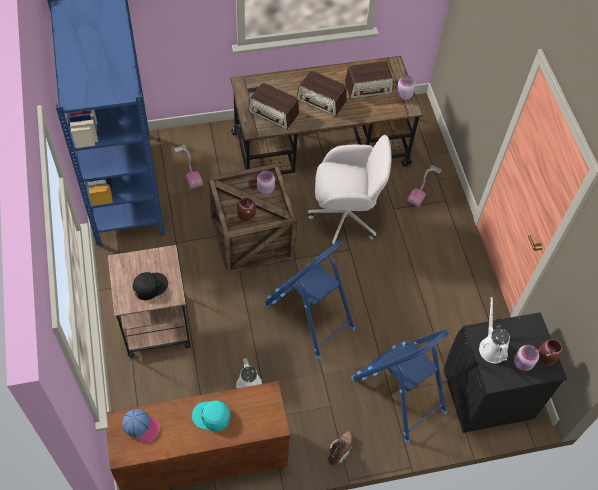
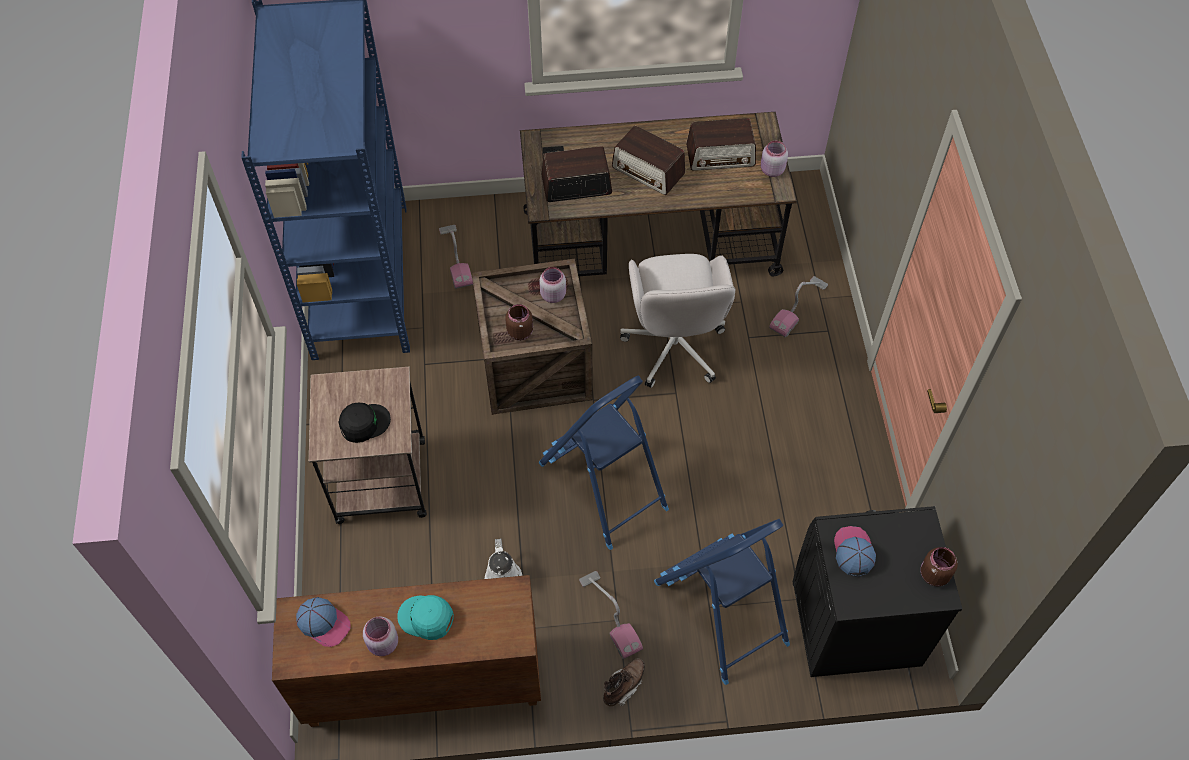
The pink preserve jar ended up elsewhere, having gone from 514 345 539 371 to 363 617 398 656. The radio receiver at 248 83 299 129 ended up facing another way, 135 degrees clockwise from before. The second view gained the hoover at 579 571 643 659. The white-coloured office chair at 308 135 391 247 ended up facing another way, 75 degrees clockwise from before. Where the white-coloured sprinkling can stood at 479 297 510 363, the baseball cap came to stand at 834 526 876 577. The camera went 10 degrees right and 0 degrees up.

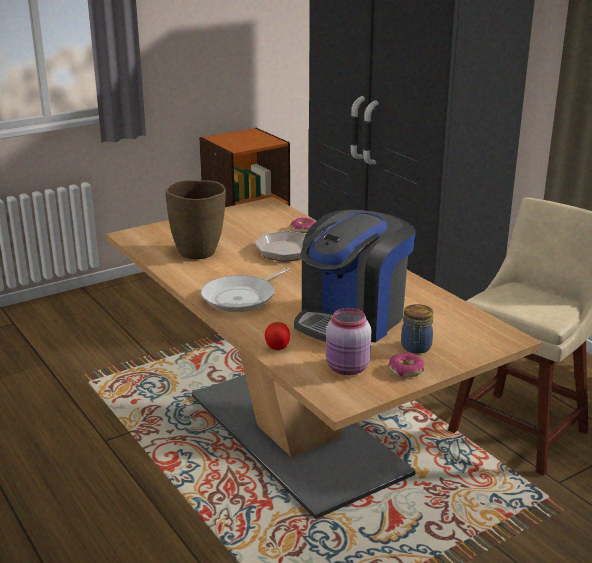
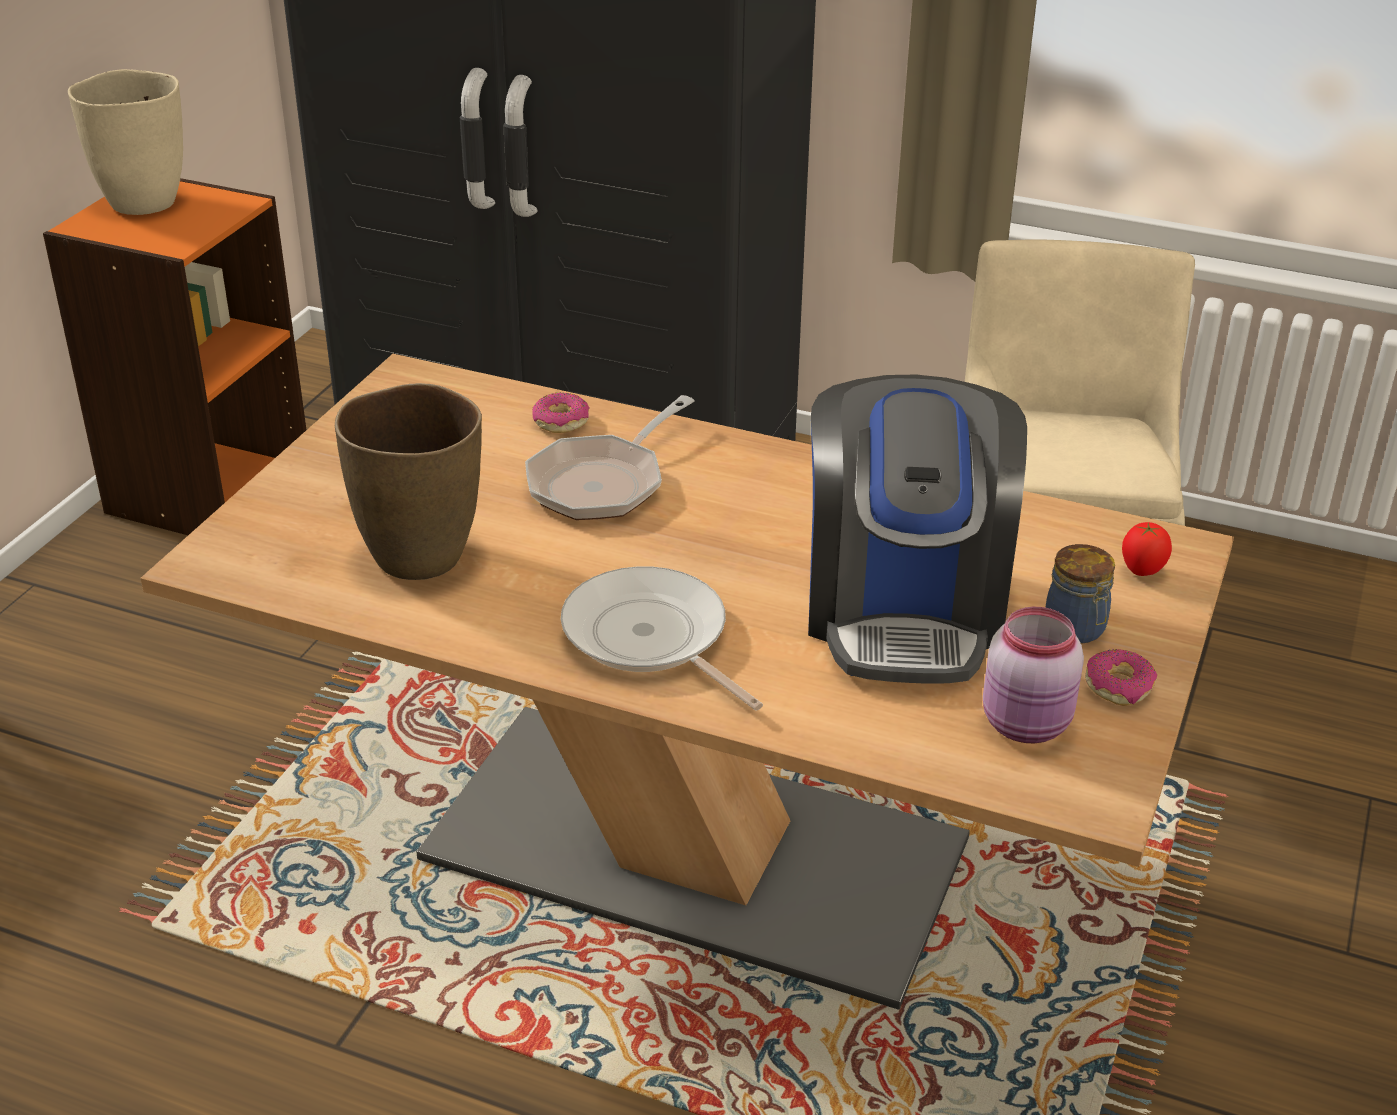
The second view gained the beige-coloured flower vase at 68 69 183 215. The skillet at 201 267 290 312 ended up facing another way, 135 degrees clockwise from before. The fresh tomato ended up elsewhere, having gone from 265 322 290 350 to 1122 522 1172 576. The camera went 35 degrees left and 10 degrees up.

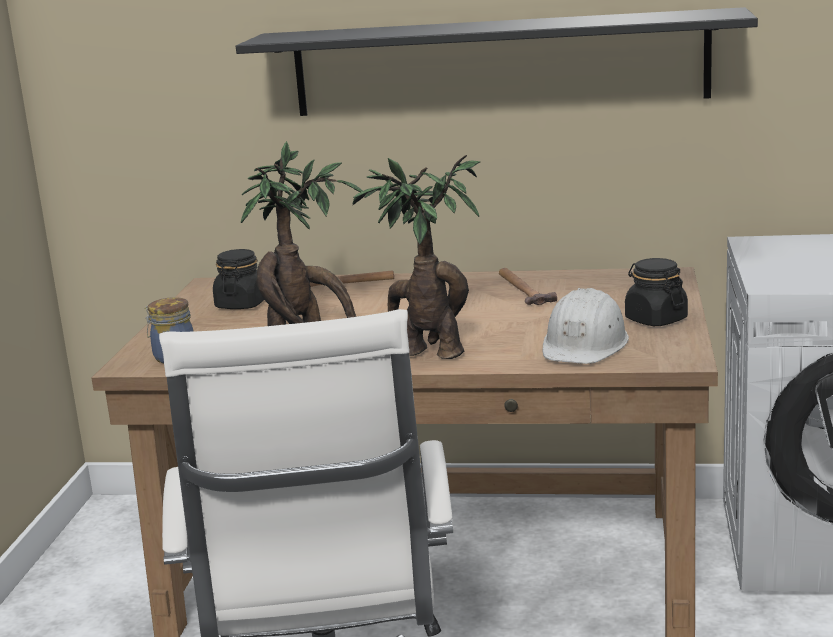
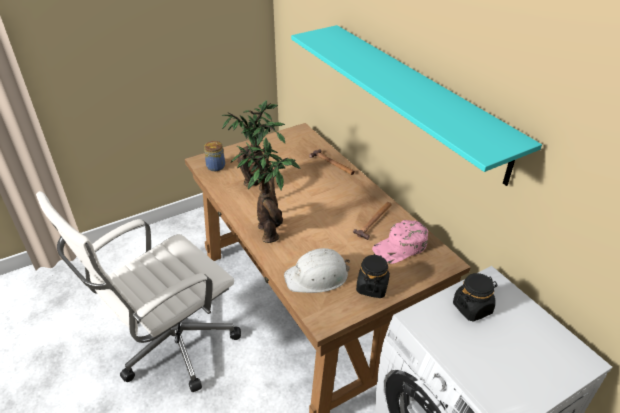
What was the black shelf at 236 7 758 116 turned into the blue-green shelf at 291 25 542 186. The second view gained the pink baseball cap at 372 220 428 264. The black preserve jar ended up elsewhere, having gone from 213 249 264 309 to 453 273 497 322. The camera went 50 degrees right and 20 degrees up.

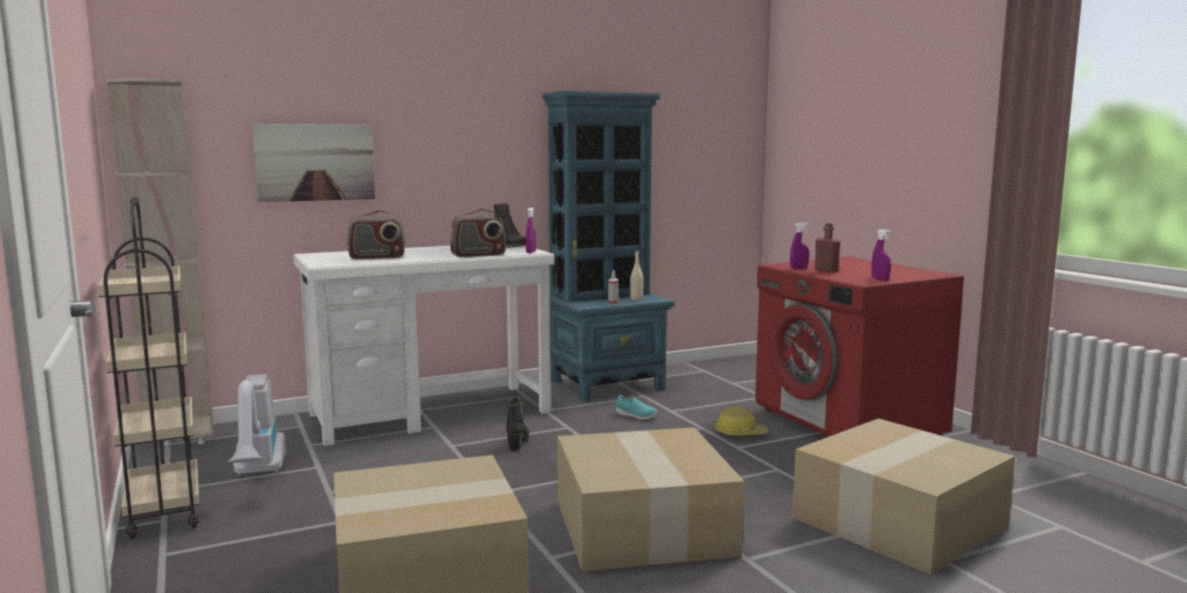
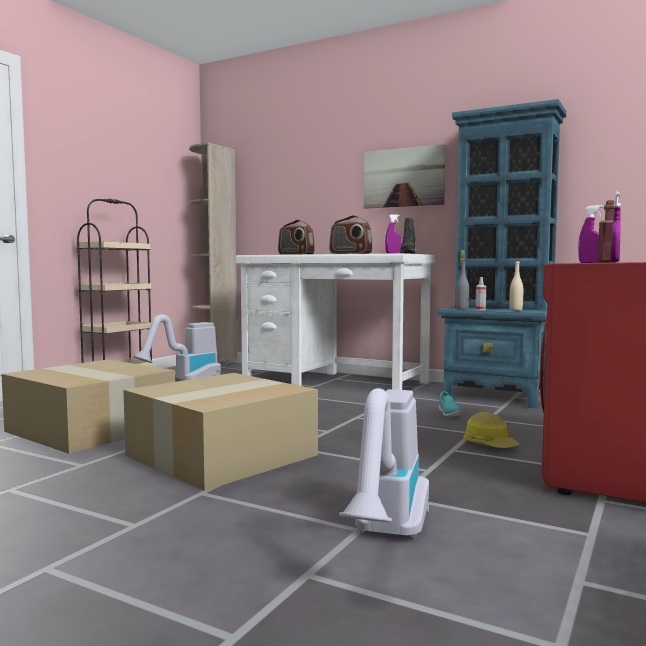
Where the carton stood at 792 418 1015 575, the hoover came to stand at 339 388 429 539. The wall picture ended up elsewhere, having gone from 253 124 375 202 to 364 144 446 209. The second view gained the gray beverage bottle at 456 261 469 310. The second view lost the black high-top boot at 506 396 529 451. The camera went 55 degrees right and 5 degrees down.

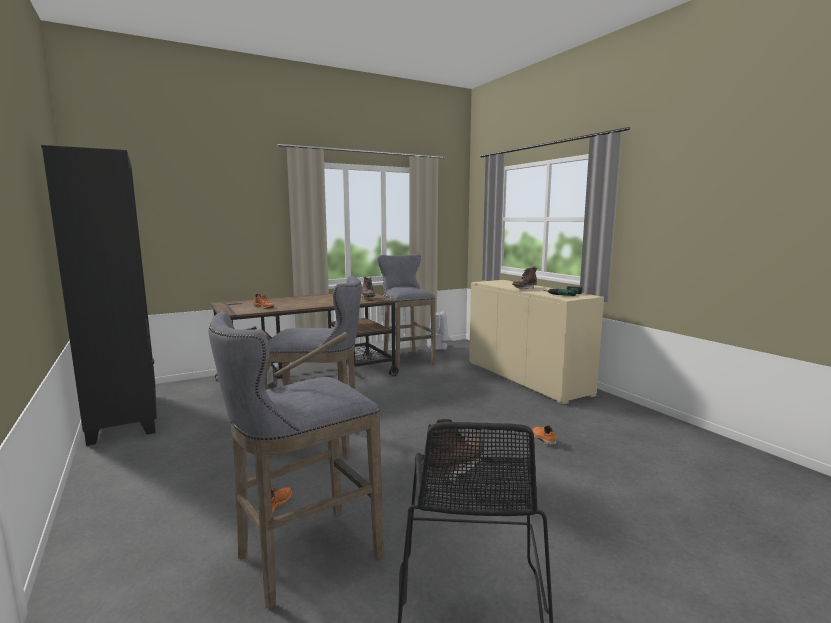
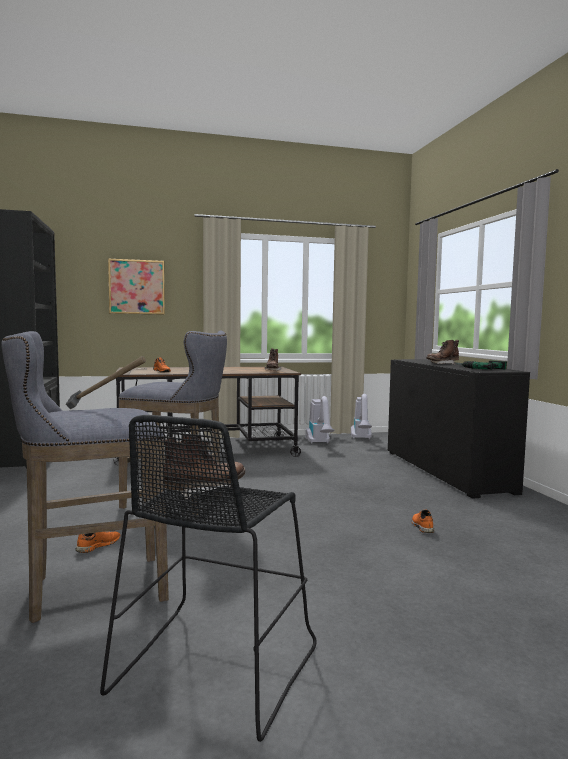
The second view gained the wall picture at 108 259 165 315. Where the gray sitting stool stood at 378 254 436 369, the hoover came to stand at 305 396 335 444. What was the beige-coloured cupboard at 469 280 604 404 turned into the black cupboard at 388 359 530 499. The camera went 15 degrees right and 5 degrees down.

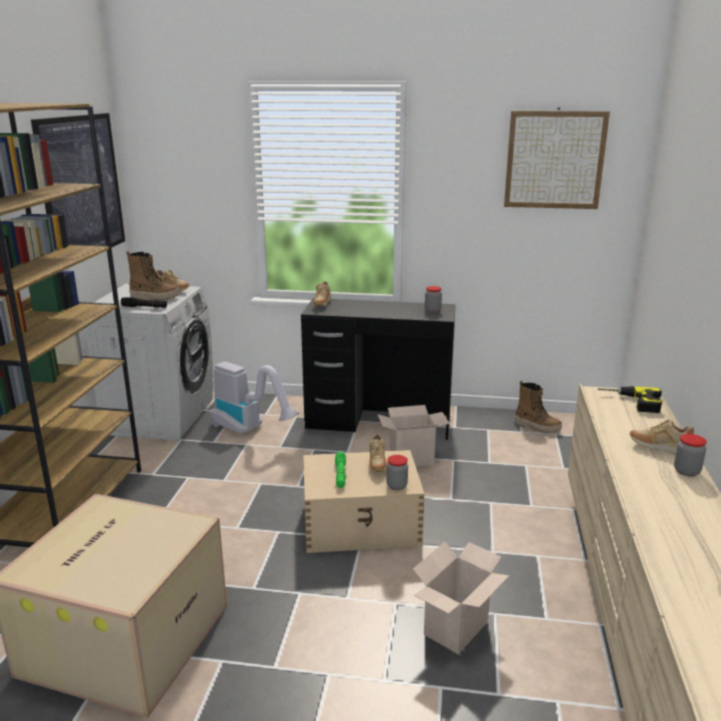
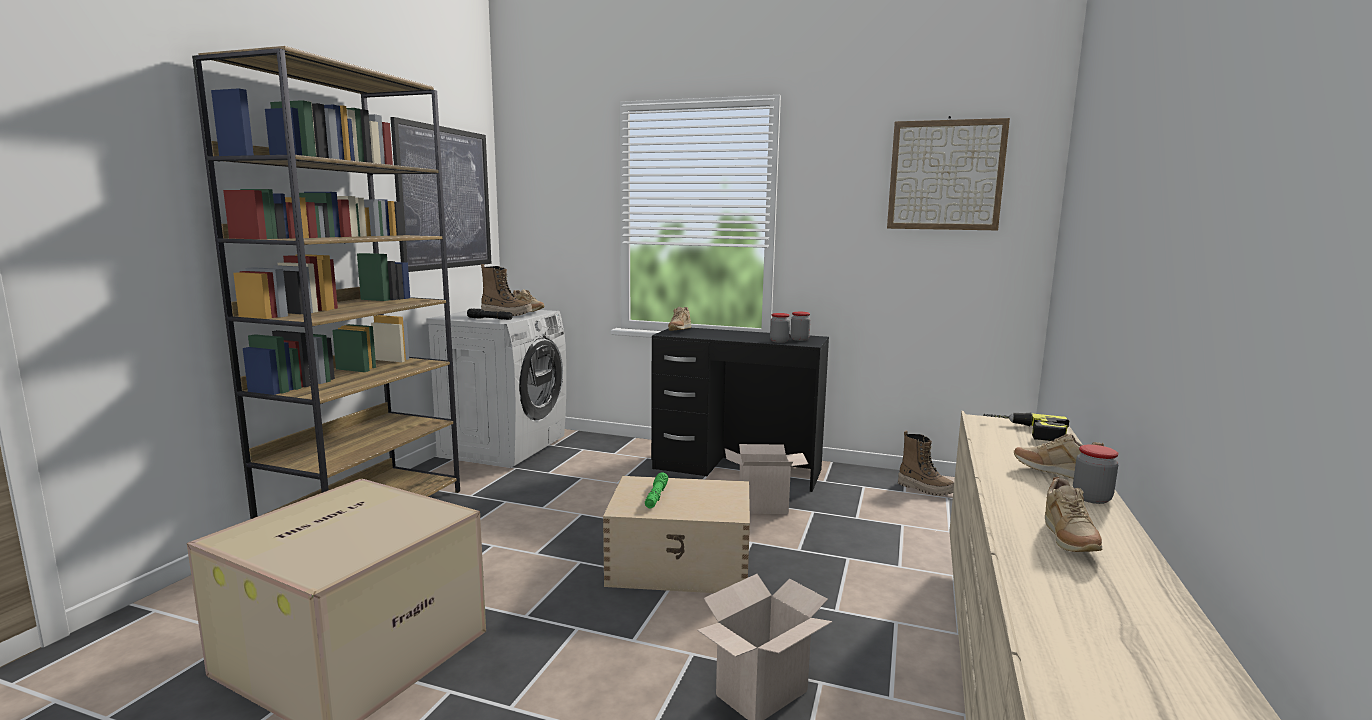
The preserve jar ended up elsewhere, having gone from 386 455 408 490 to 770 313 790 343. The beige-coloured item of footwear ended up elsewhere, having gone from 369 433 387 472 to 1045 477 1102 552. The second view lost the hoover at 211 362 299 435. The camera went 10 degrees right and 10 degrees down.

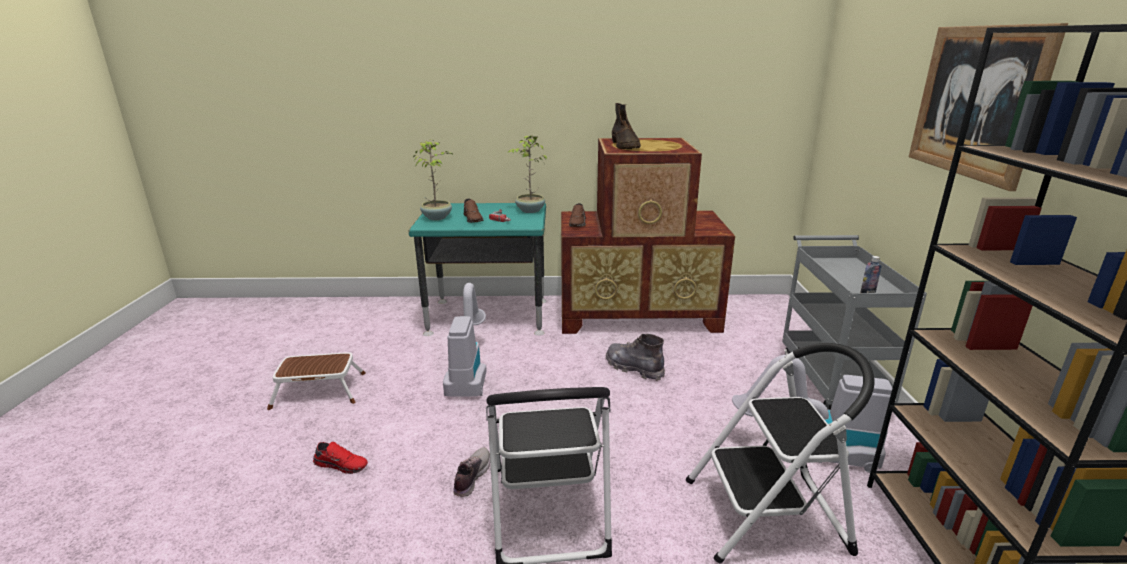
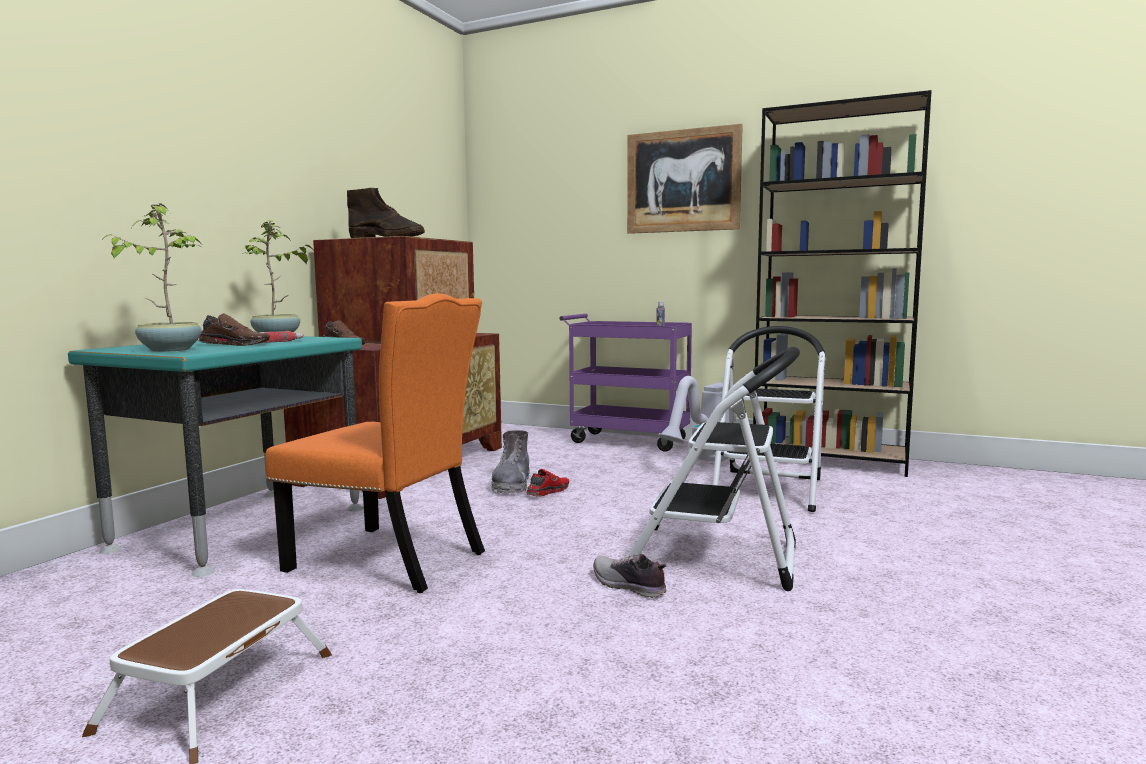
Where the hoover stood at 443 283 487 397, the orange upright chair came to stand at 265 293 485 593. The gray high-top boot at 606 334 665 381 ended up facing another way, 60 degrees counterclockwise from before. The red item of footwear ended up elsewhere, having gone from 313 442 368 474 to 526 469 569 497. What was the gray trolley at 782 235 927 410 turned into the purple trolley at 559 314 692 452. The camera went 65 degrees left and 15 degrees down.

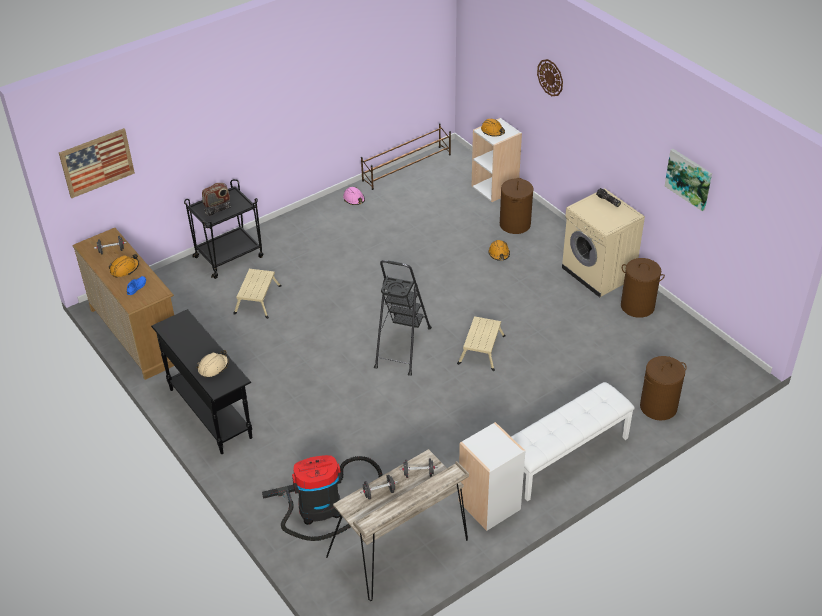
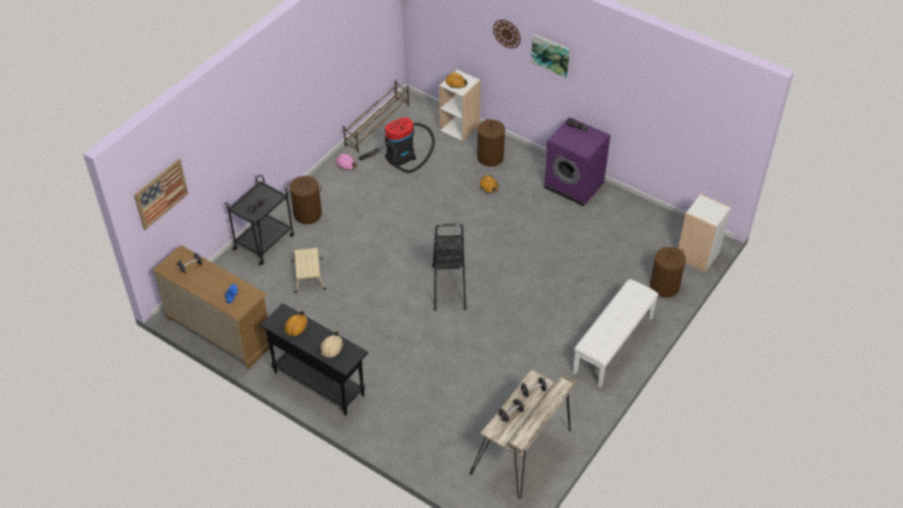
The orange work helmet ended up elsewhere, having gone from 109 254 139 278 to 283 311 308 336. The brown-coloured laundry basket ended up elsewhere, having gone from 621 258 665 318 to 287 176 322 224. The hoover ended up elsewhere, having gone from 262 455 383 541 to 359 117 435 173. The wall picture ended up elsewhere, having gone from 665 149 712 211 to 531 34 570 78. What was the beige-coloured washing machine at 562 188 645 297 turned into the purple washing machine at 544 117 610 206. The bookshelf ended up elsewhere, having gone from 458 422 525 531 to 678 194 731 272. The second view lost the radio receiver at 202 183 230 208. The second view lost the beige-coloured step stool at 457 316 506 371. The camera went 20 degrees left and 5 degrees up.

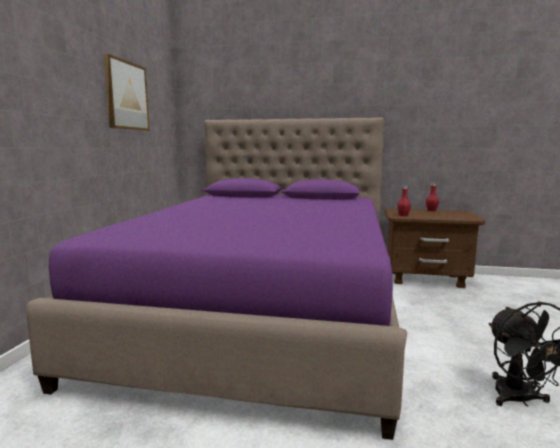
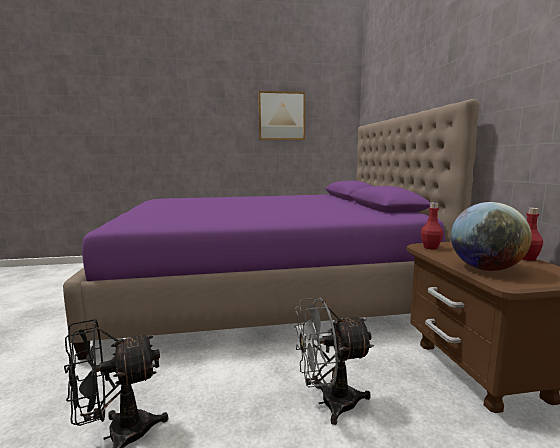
The second view gained the gray electric fan at 294 297 374 425. The second view gained the world globe at 451 202 532 271. The camera went 70 degrees right and 0 degrees up.

